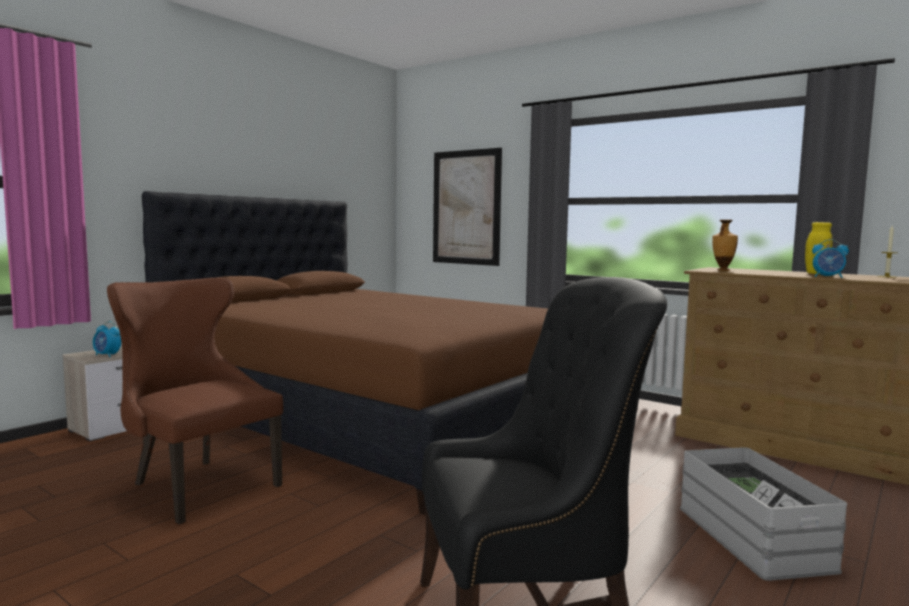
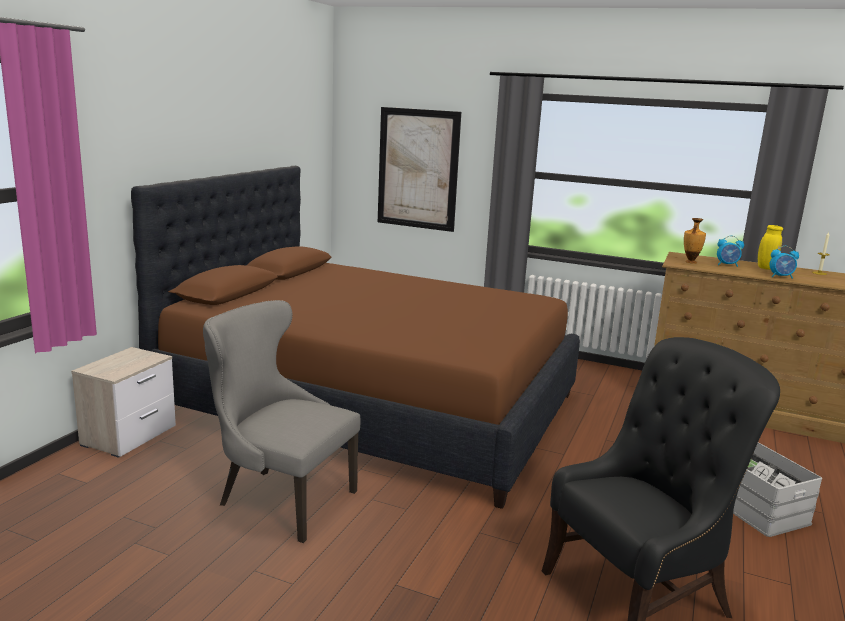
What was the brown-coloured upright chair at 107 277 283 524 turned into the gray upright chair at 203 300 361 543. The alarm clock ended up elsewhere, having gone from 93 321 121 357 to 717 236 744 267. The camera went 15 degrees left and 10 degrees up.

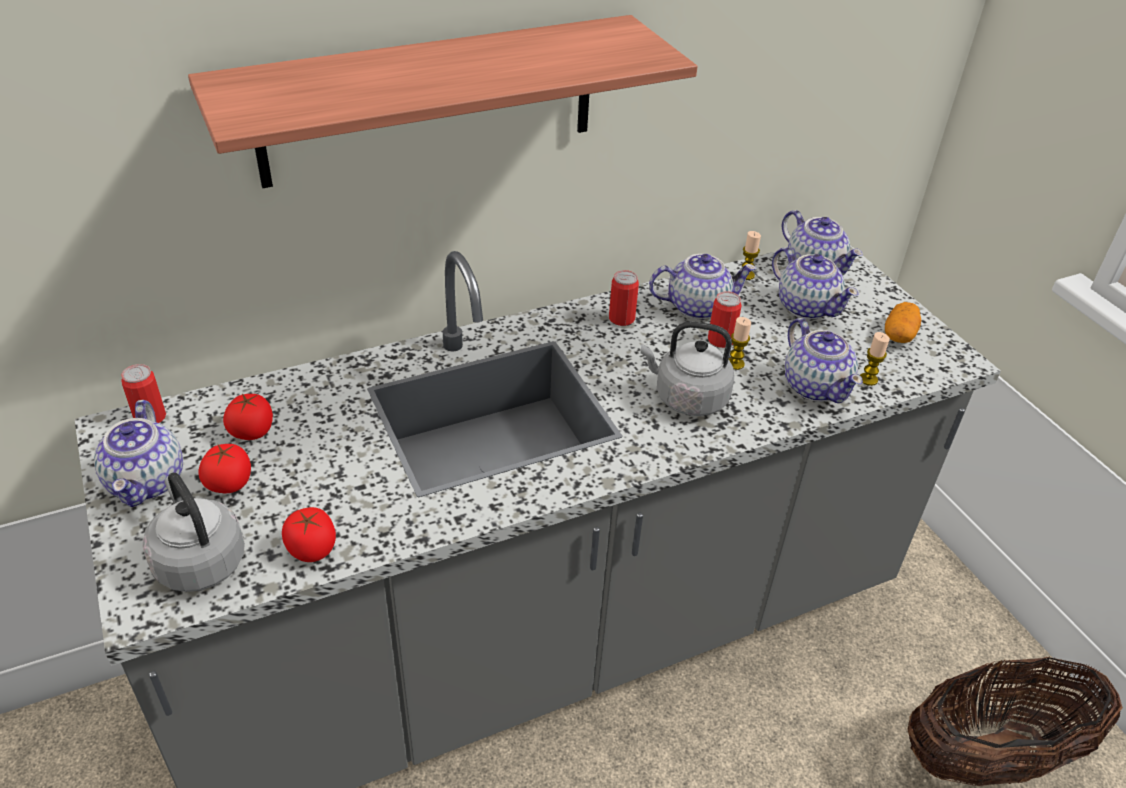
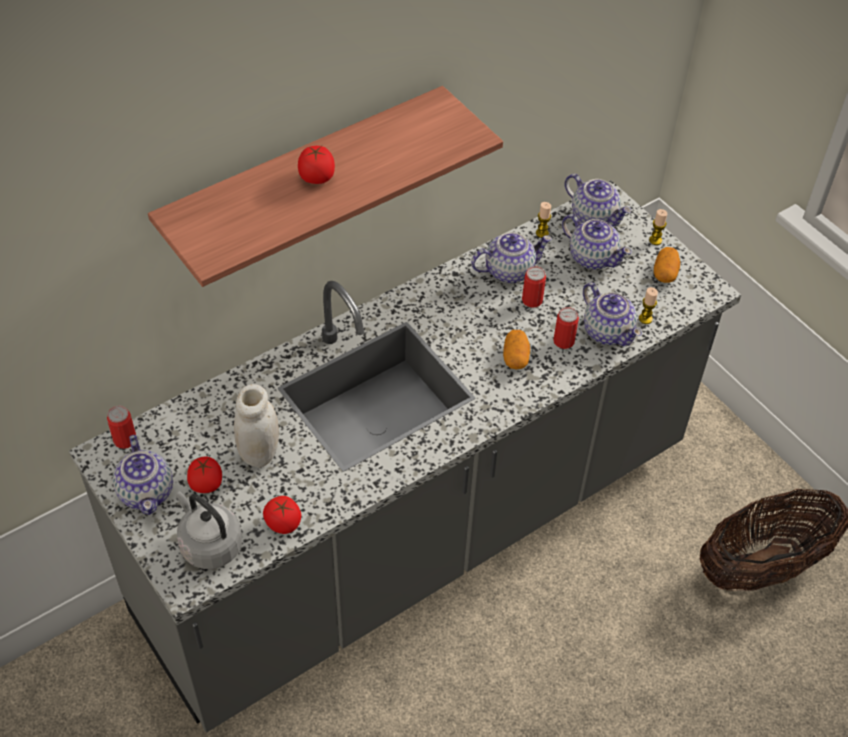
The second view gained the white-coloured preserve jar at 234 384 279 467. The fresh tomato ended up elsewhere, having gone from 223 393 273 440 to 298 146 335 184. Where the gray tea kettle stood at 641 321 734 416, the whole potato came to stand at 503 330 530 369. The sealed can ended up elsewhere, having gone from 609 270 639 326 to 553 307 579 349. The candle ended up elsewhere, having gone from 728 317 751 370 to 649 209 667 245. The camera went 10 degrees left and 10 degrees up.

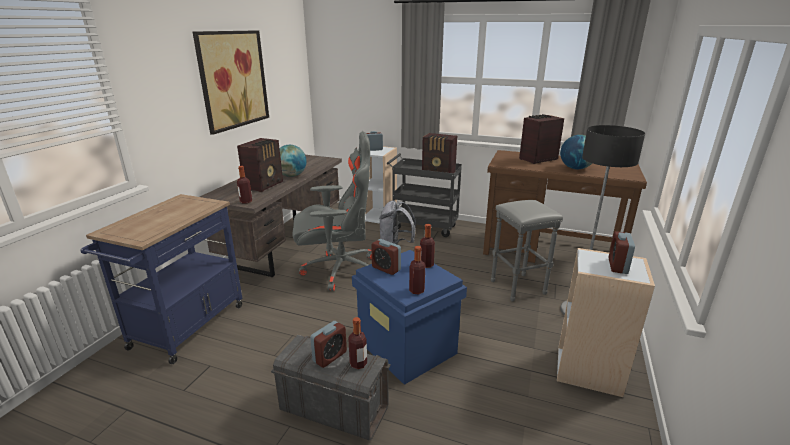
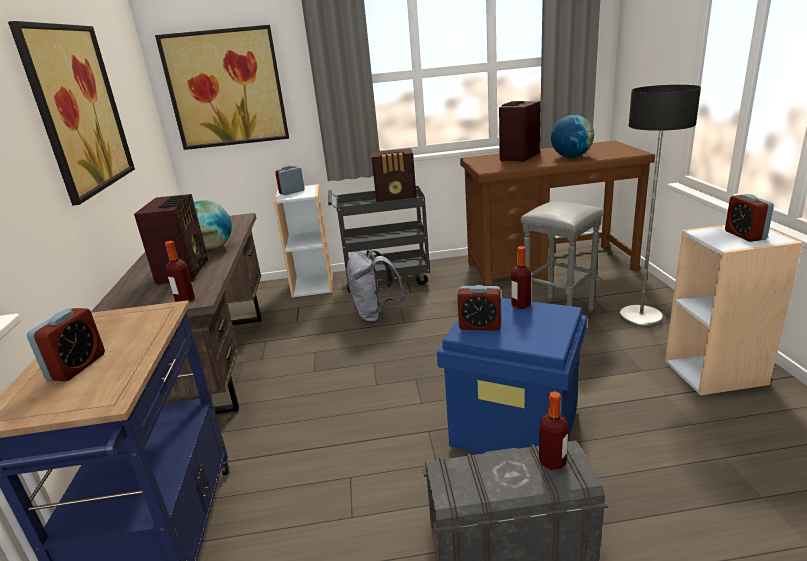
The alarm clock ended up elsewhere, having gone from 310 321 347 368 to 27 308 105 381. The second view gained the wall picture at 155 25 289 150. The second view lost the gray office chair at 293 131 372 291. The second view lost the beverage bottle at 409 246 425 294. The camera went 25 degrees left and 0 degrees up.

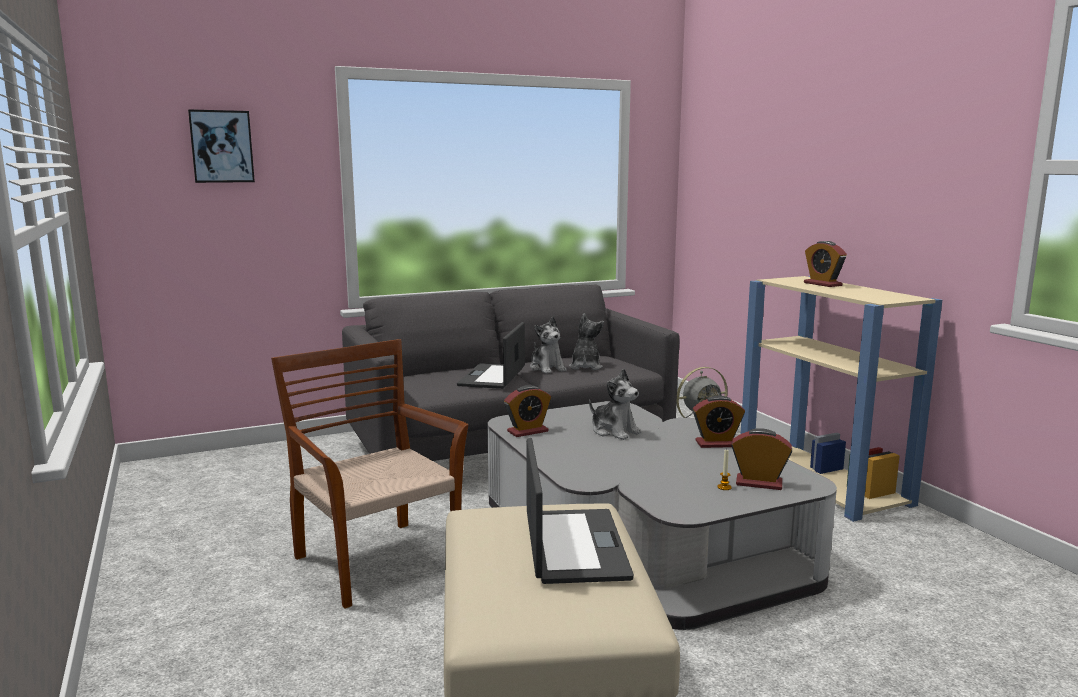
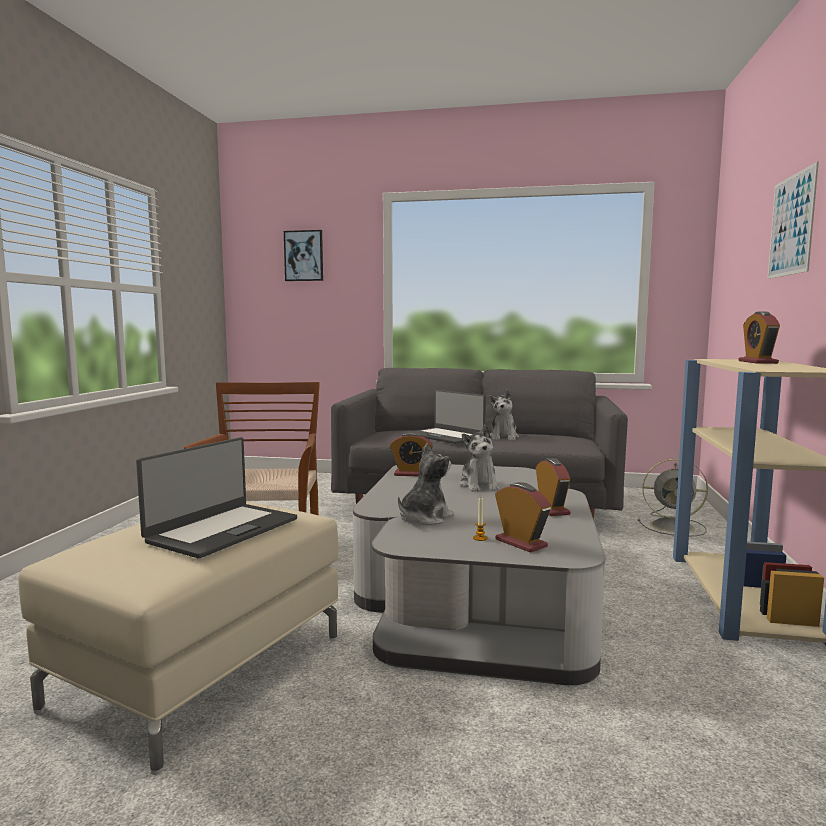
The plush toy ended up elsewhere, having gone from 569 314 604 370 to 398 443 454 525. The laptop at 457 322 525 389 ended up facing another way, 90 degrees counterclockwise from before. The alarm clock at 692 395 745 448 ended up facing another way, 135 degrees counterclockwise from before. The second view gained the wall picture at 767 162 819 279. The camera went 35 degrees right and 5 degrees down.

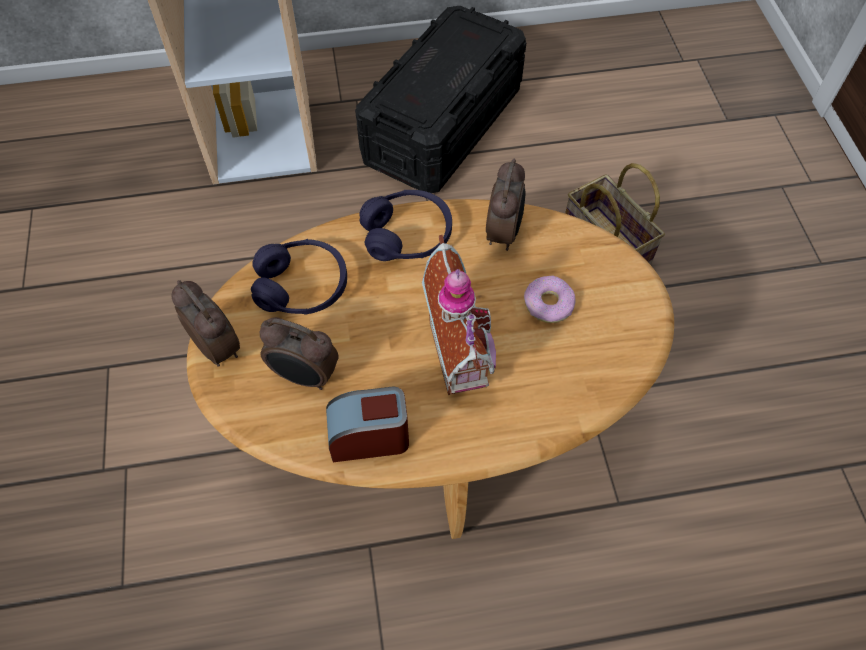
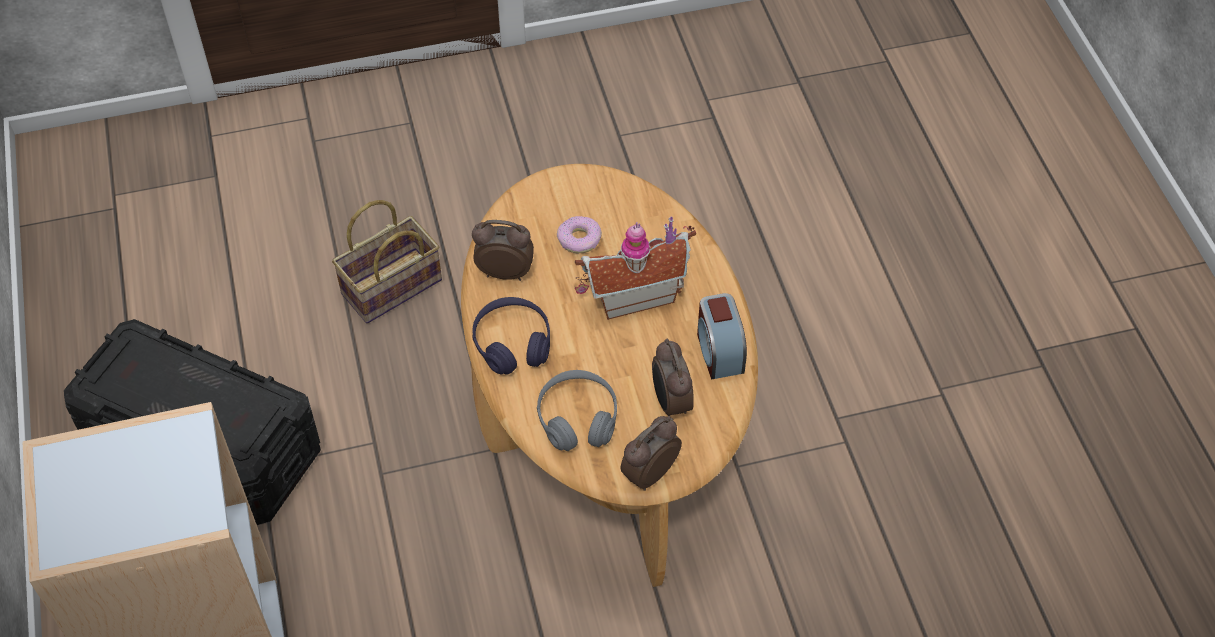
What was the purple pair of headphones at 251 239 347 315 turned into the gray pair of headphones at 537 370 617 451. The alarm clock at 260 317 339 390 ended up facing another way, 150 degrees clockwise from before. The camera went 95 degrees left and 5 degrees down.

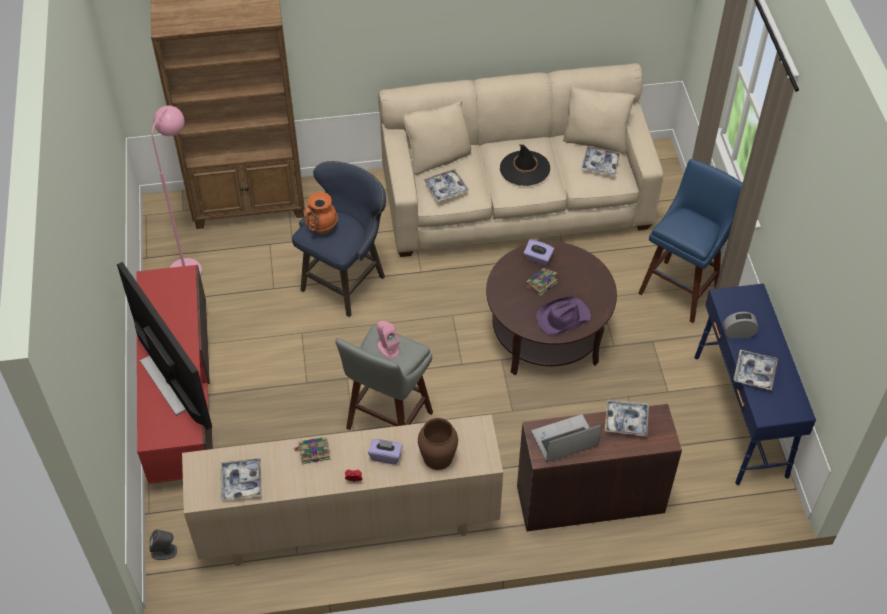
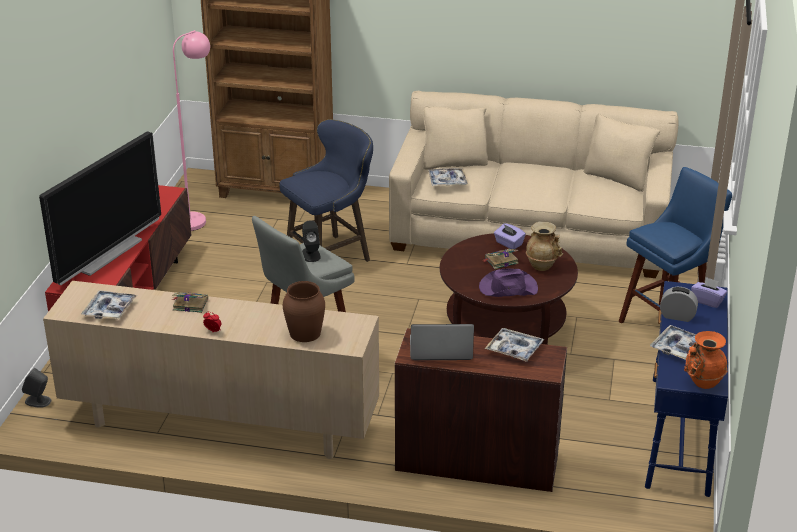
The television at 117 262 212 430 ended up facing another way, 45 degrees clockwise from before. What was the pink audio speaker at 377 321 400 358 turned into the black audio speaker at 302 220 321 262. The second view gained the beige-coloured flower vase at 526 221 563 271. The orange flower vase ended up elsewhere, having gone from 305 192 338 234 to 684 331 727 389. The purple tissue box ended up elsewhere, having gone from 368 439 403 465 to 691 277 727 308. The second view lost the black clothing hat at 500 144 550 186. The second view lost the carrying tray at 581 147 621 176. The camera went 20 degrees right and 20 degrees down.

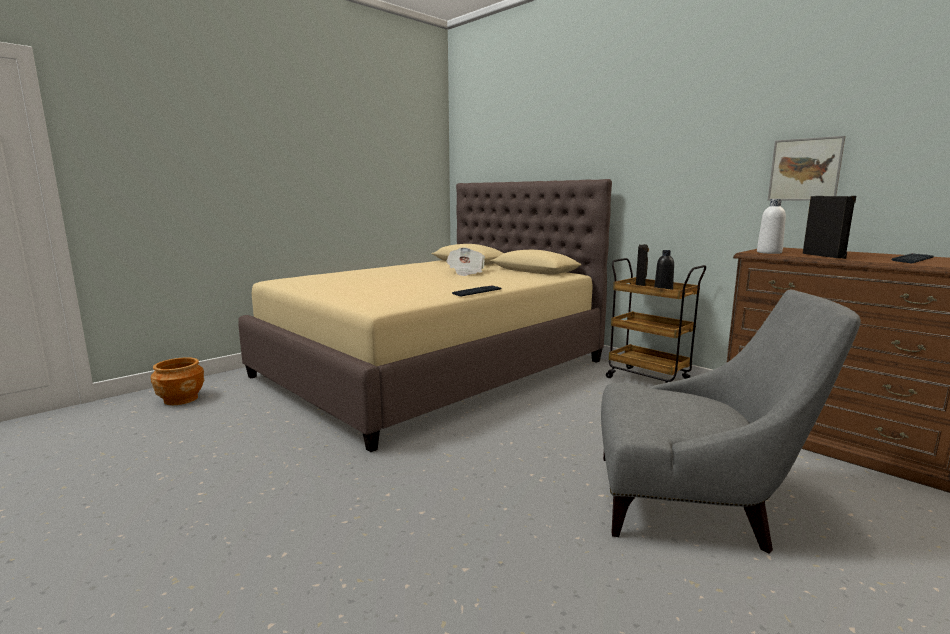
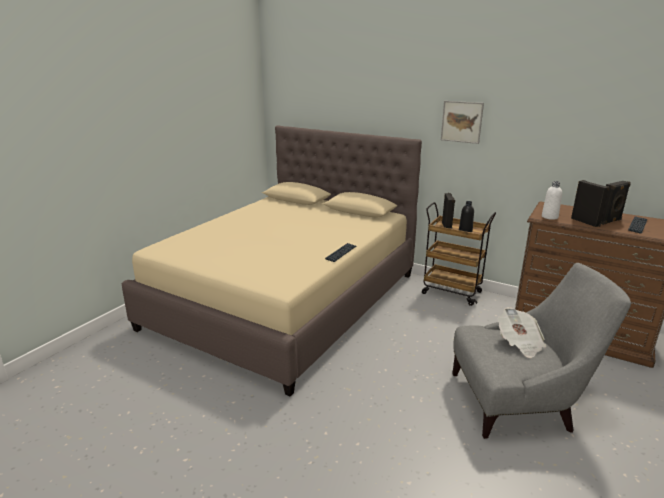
The wall picture ended up elsewhere, having gone from 768 136 846 201 to 441 101 484 144. The newspaper ended up elsewhere, having gone from 446 247 485 276 to 498 307 546 358. The second view gained the black audio speaker at 601 181 631 225. The second view lost the brown-coloured plant pot at 151 357 204 405. The camera went 15 degrees left and 10 degrees up.

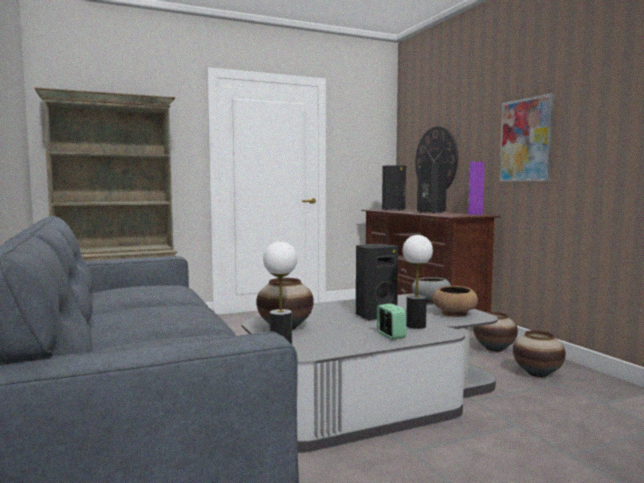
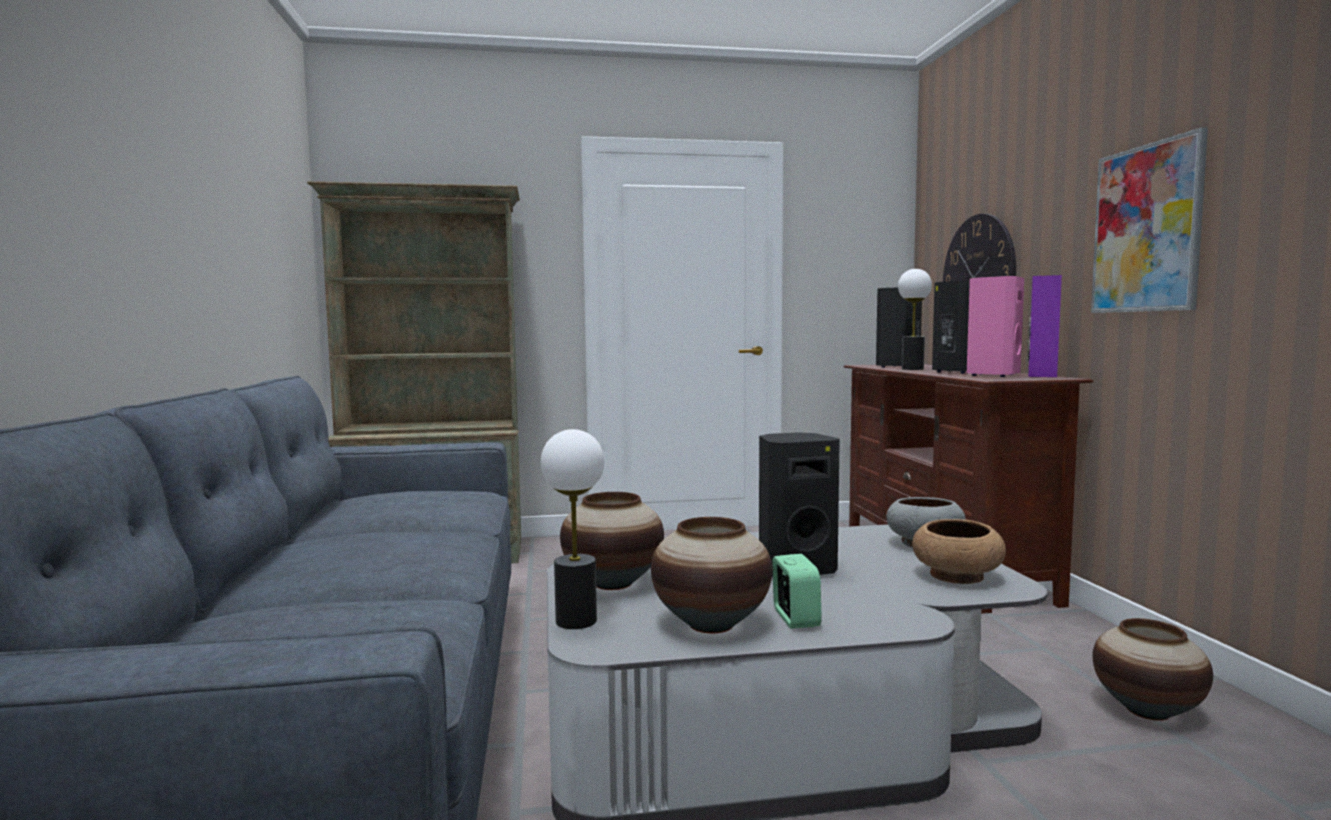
The flower vase ended up elsewhere, having gone from 473 312 518 352 to 651 517 772 633. The lamp for a table ended up elsewhere, having gone from 403 235 433 329 to 898 269 932 370. The second view gained the pink audio speaker at 967 276 1024 377. The camera went 15 degrees right and 0 degrees up.

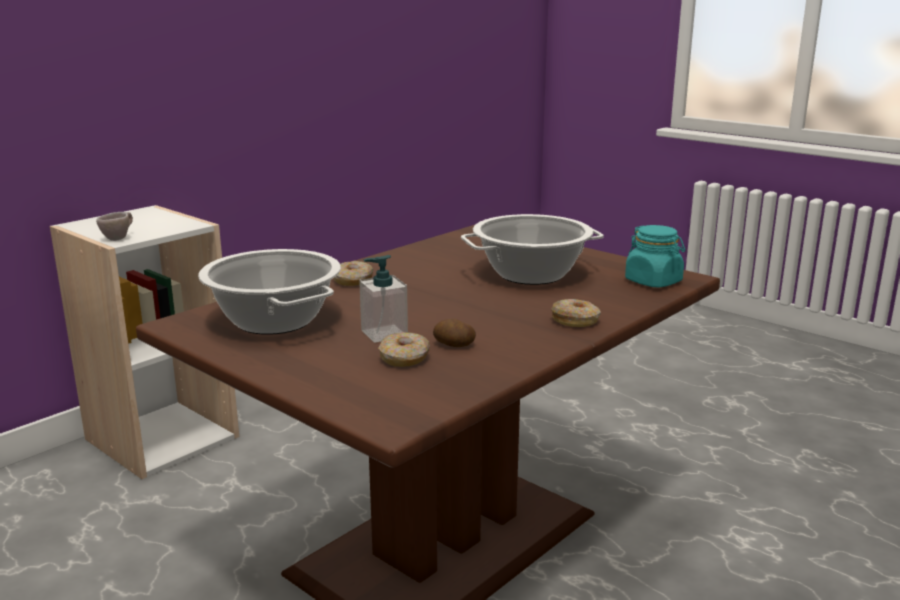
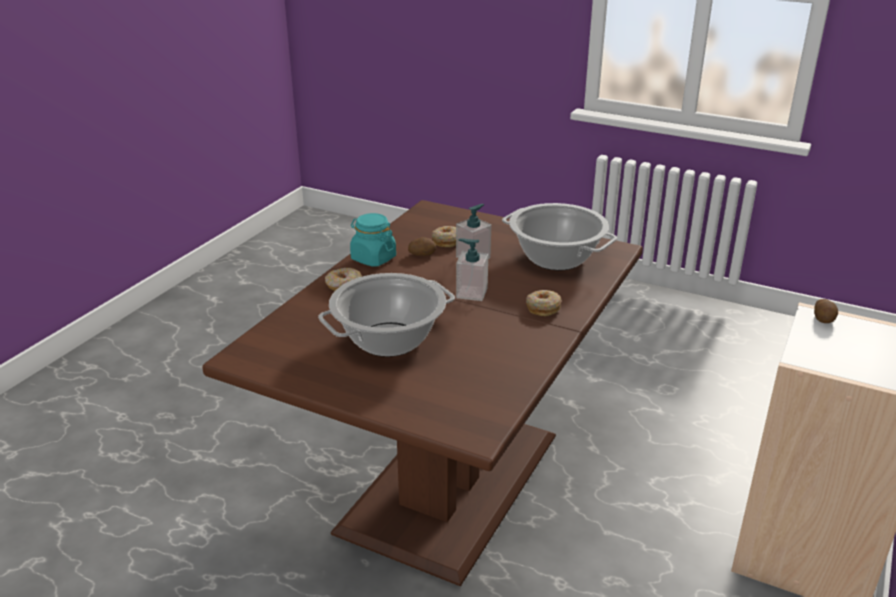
The blue-green preserve jar ended up elsewhere, having gone from 625 225 685 287 to 350 213 396 267. The second view gained the soap bottle at 456 238 488 301. Where the beige-coloured drinking cup stood at 96 212 133 241, the whole potato came to stand at 814 299 838 323. The camera went 165 degrees right and 10 degrees up.

